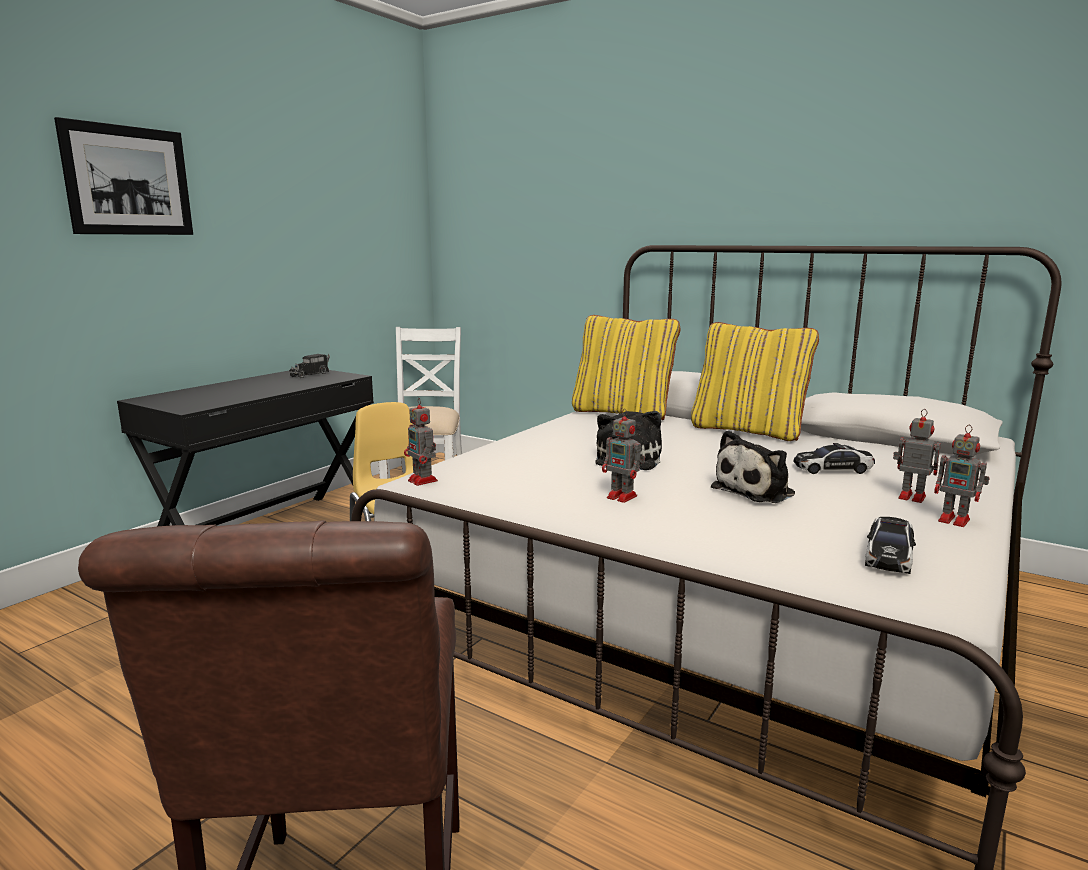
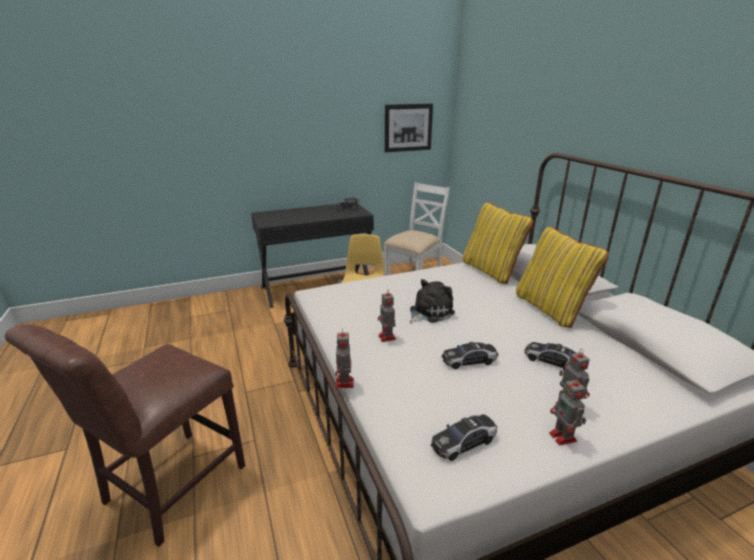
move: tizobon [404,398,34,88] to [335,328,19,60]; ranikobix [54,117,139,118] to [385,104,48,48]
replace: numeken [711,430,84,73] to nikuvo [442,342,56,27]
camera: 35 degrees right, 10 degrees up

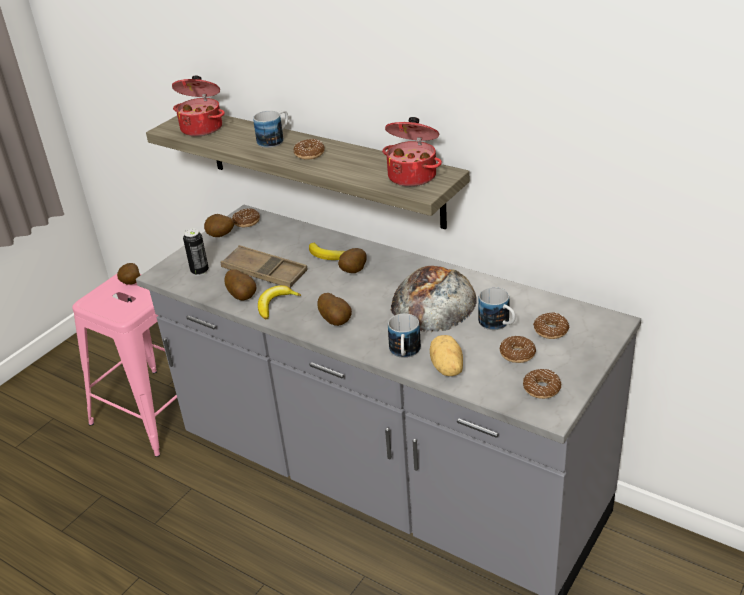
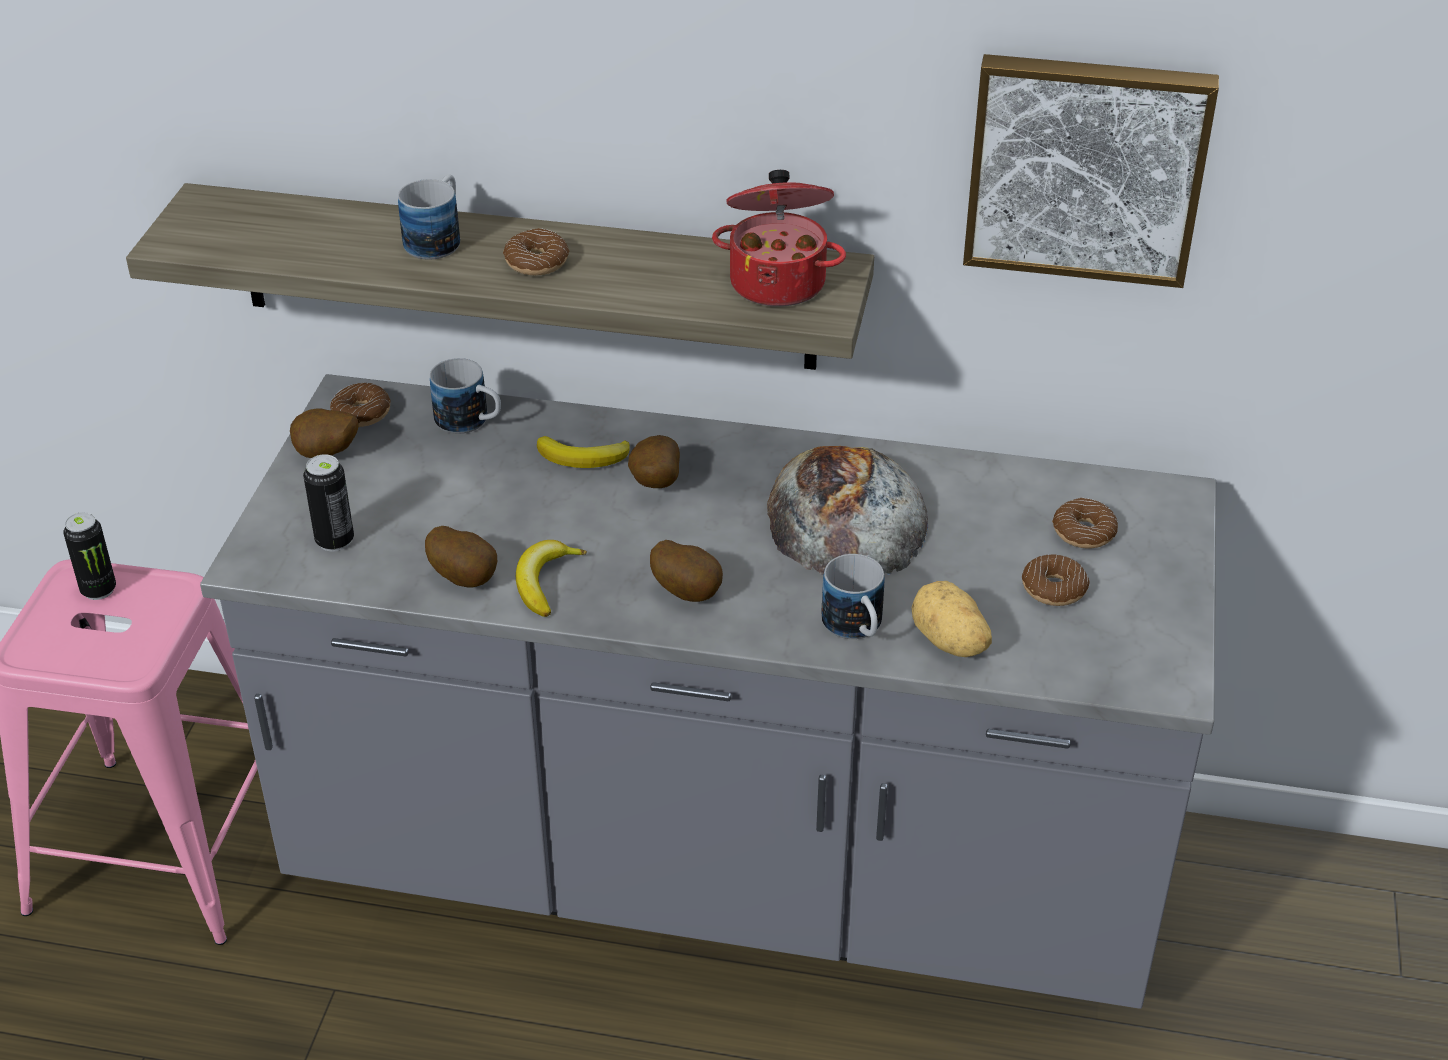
delete: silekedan [172,75,53,61]; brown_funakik [221,245,86,43]; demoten [523,369,38,30]
insert: ranikobix [963,54,256,234]
move: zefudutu [478,287,38,43] to [430,358,71,76]
replace: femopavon [117,263,23,22] to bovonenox [63,512,53,88]
camera: 25 degrees left, 5 degrees up

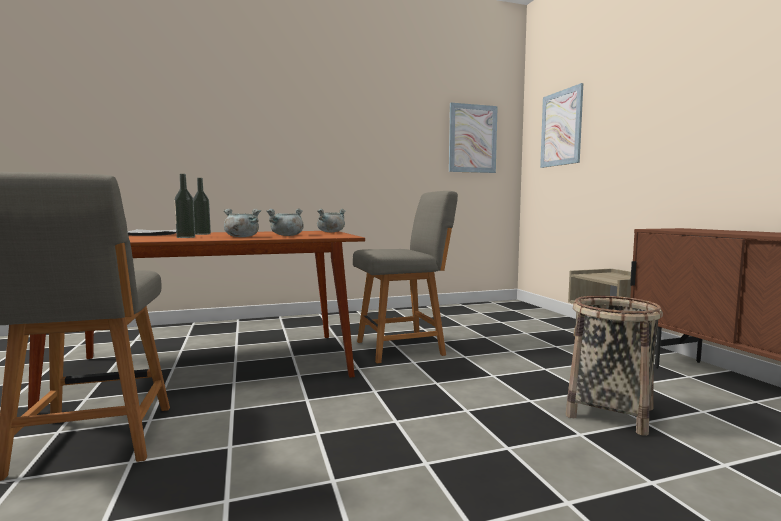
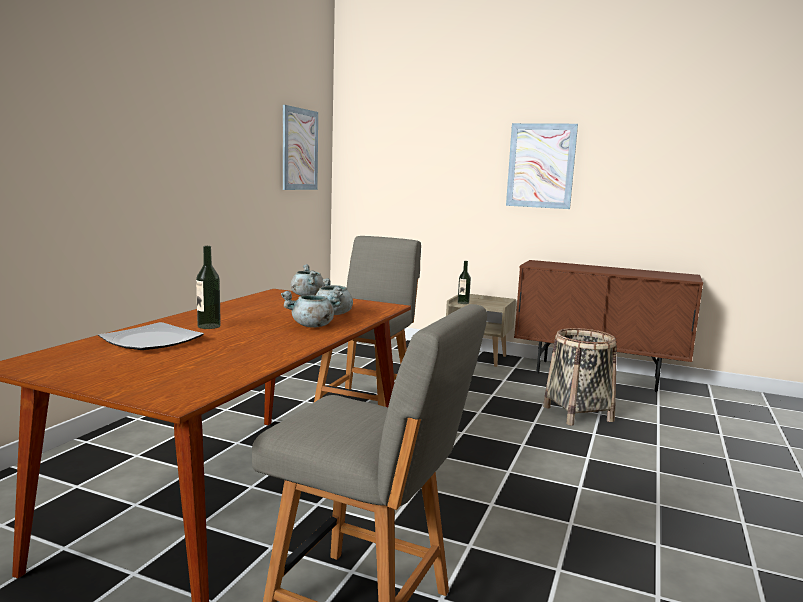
move: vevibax [174,174,21,64] to [458,261,13,43]; ranikobix [540,83,43,85] to [506,123,72,86]
camera: 50 degrees left, 5 degrees up

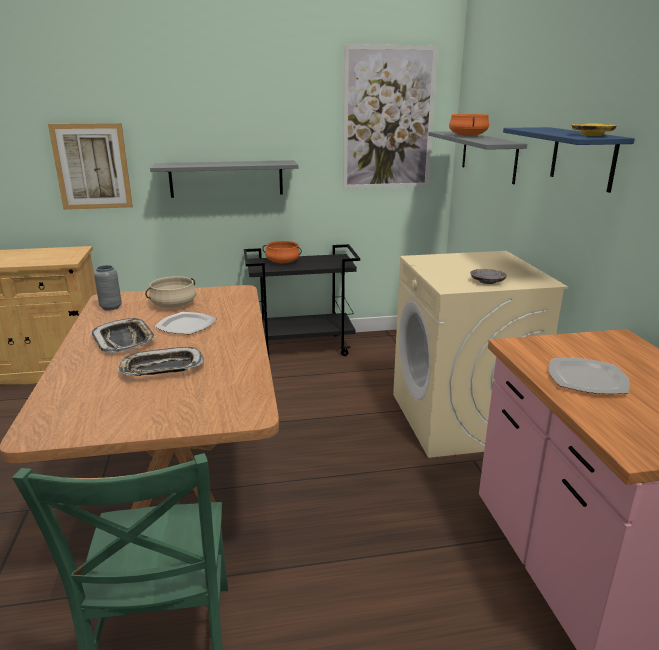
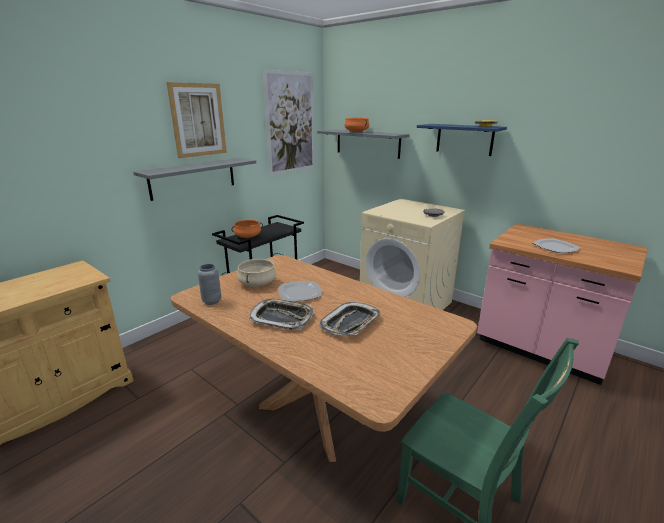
move: ranikobix [48,123,85,87] to [167,82,60,76]
camera: 40 degrees left, 0 degrees up

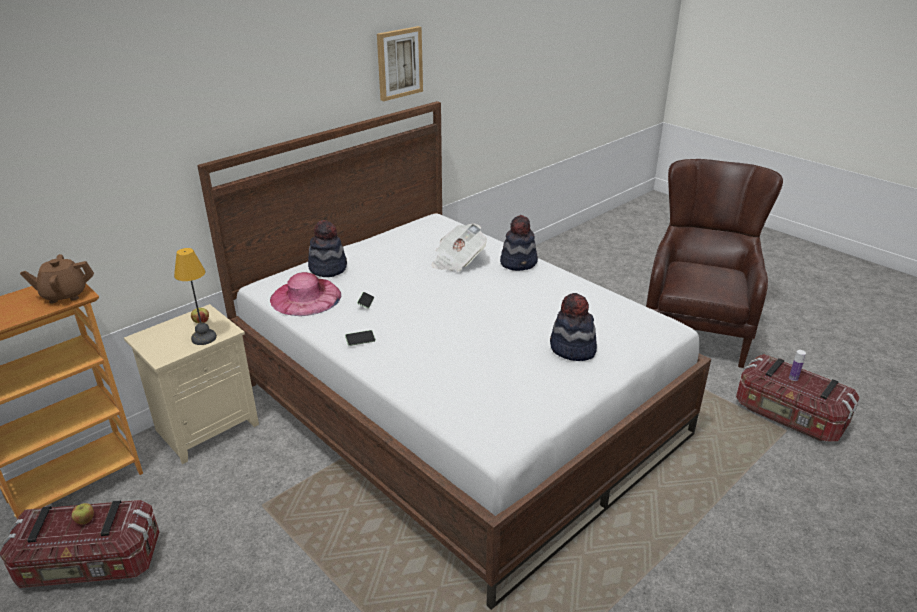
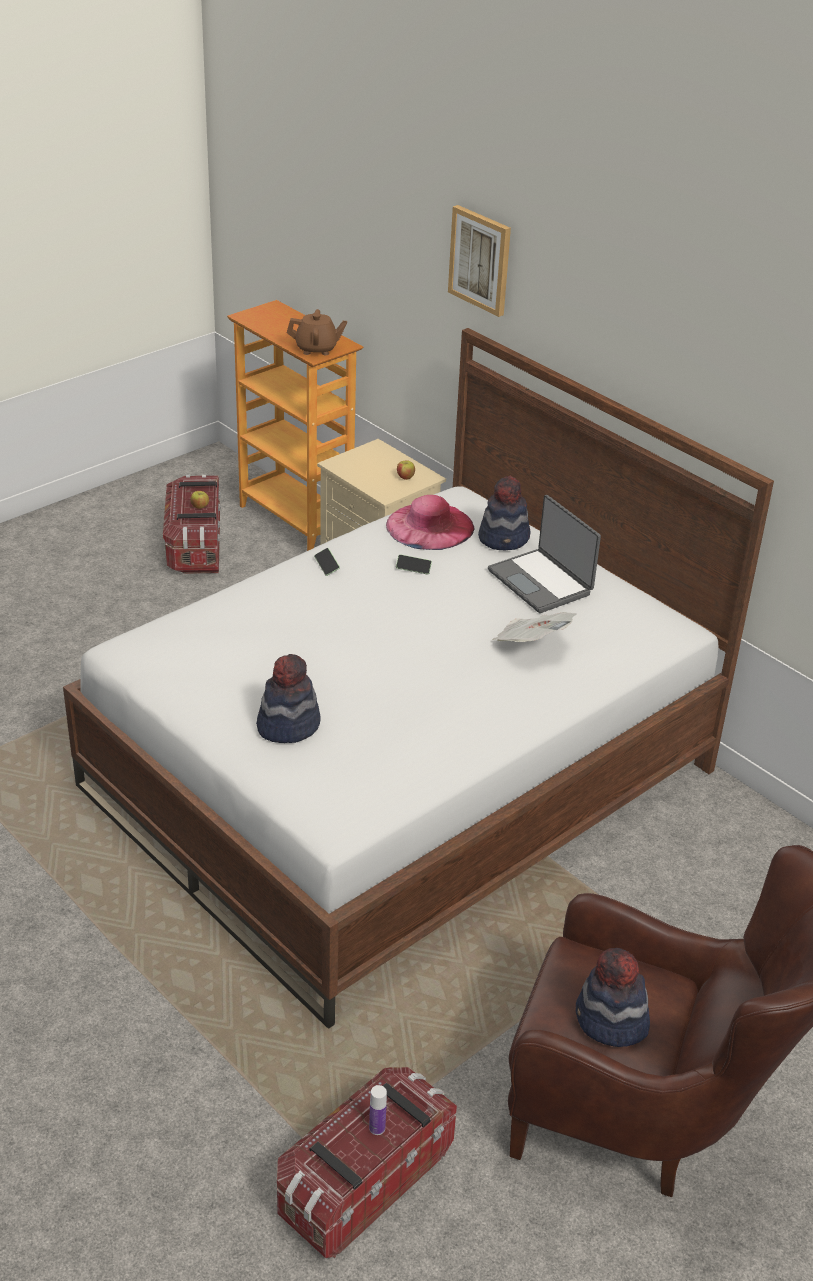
delete: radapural [174,248,43,97]
insert: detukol [488,495,113,118]
move: ranikobix [377,26,46,75] to [448,205,63,112]; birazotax [500,215,38,56] to [576,948,74,99]
rotate: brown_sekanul [20,254,74,50] = [287,309,60,46] 105 degrees clockwise
camera: 90 degrees right, 5 degrees up

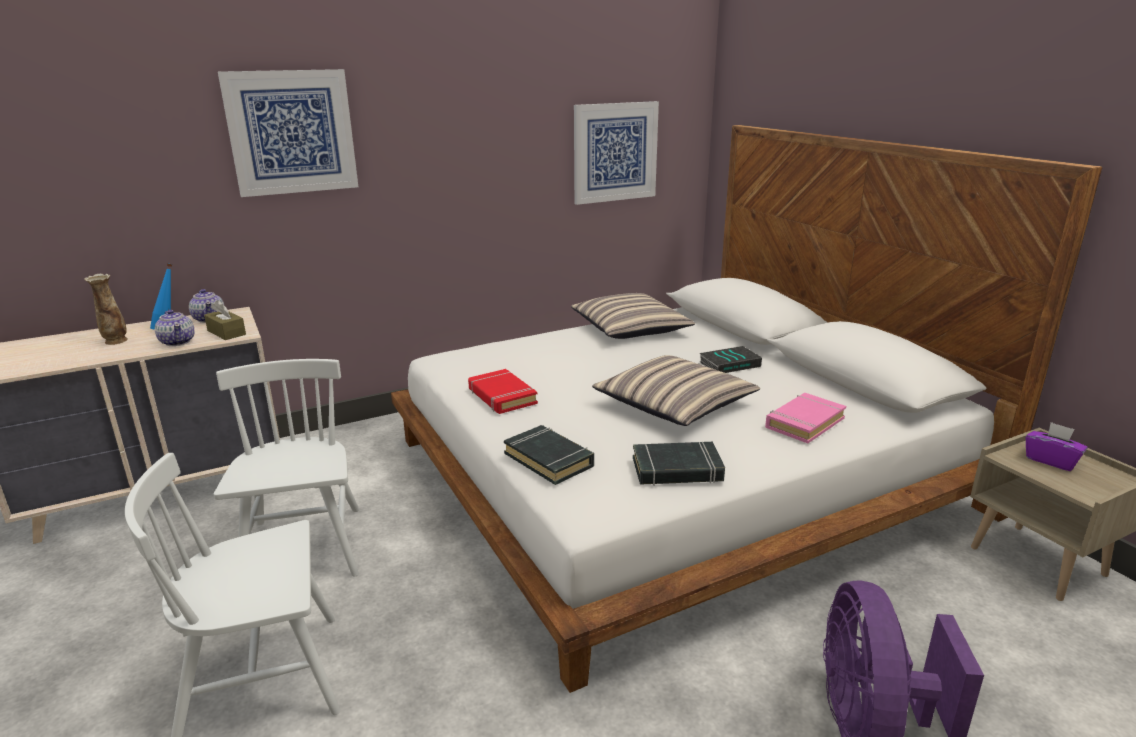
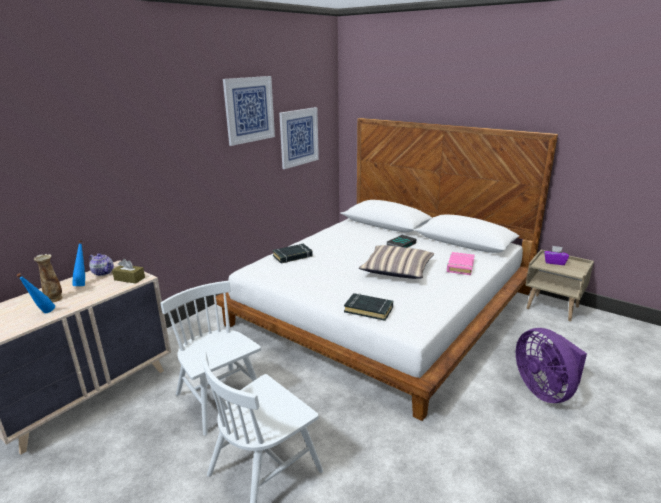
delete: sekanul [155,310,40,36]; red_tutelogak [468,369,70,45]; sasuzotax [571,293,124,46]
insert: blue_vevibax [17,273,38,40]
move: ranikobix [218,69,140,128] to [223,76,52,70]; black_tutelogak [633,442,92,44] to [273,244,40,19]
camera: 25 degrees left, 0 degrees up

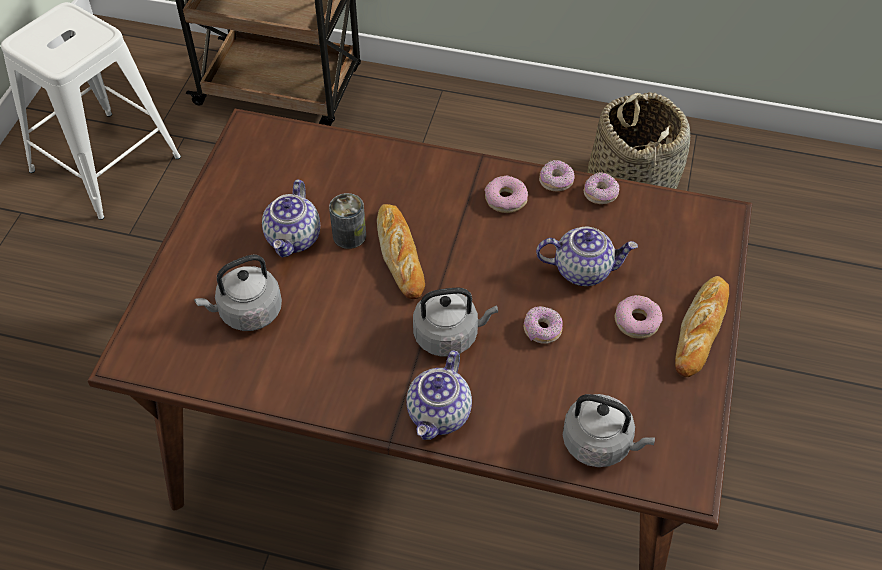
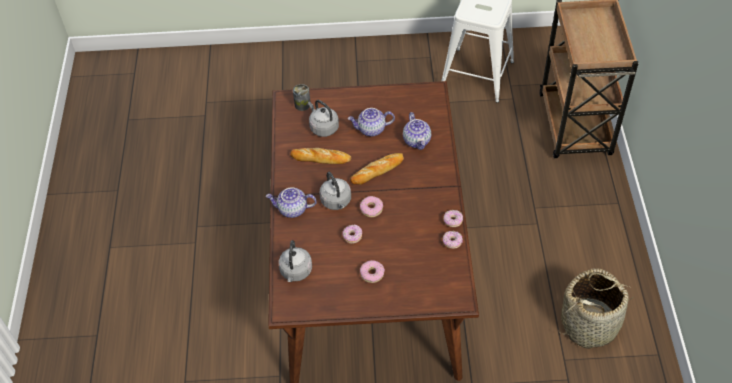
move: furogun [675,276,54,101] to [290,148,61,16]; bovonenox [329,193,37,56] to [293,84,17,27]; demoten [485,176,43,37] to [360,196,23,21]; sekanul [536,227,102,59] to [403,112,28,38]
camera: 75 degrees right, 0 degrees up

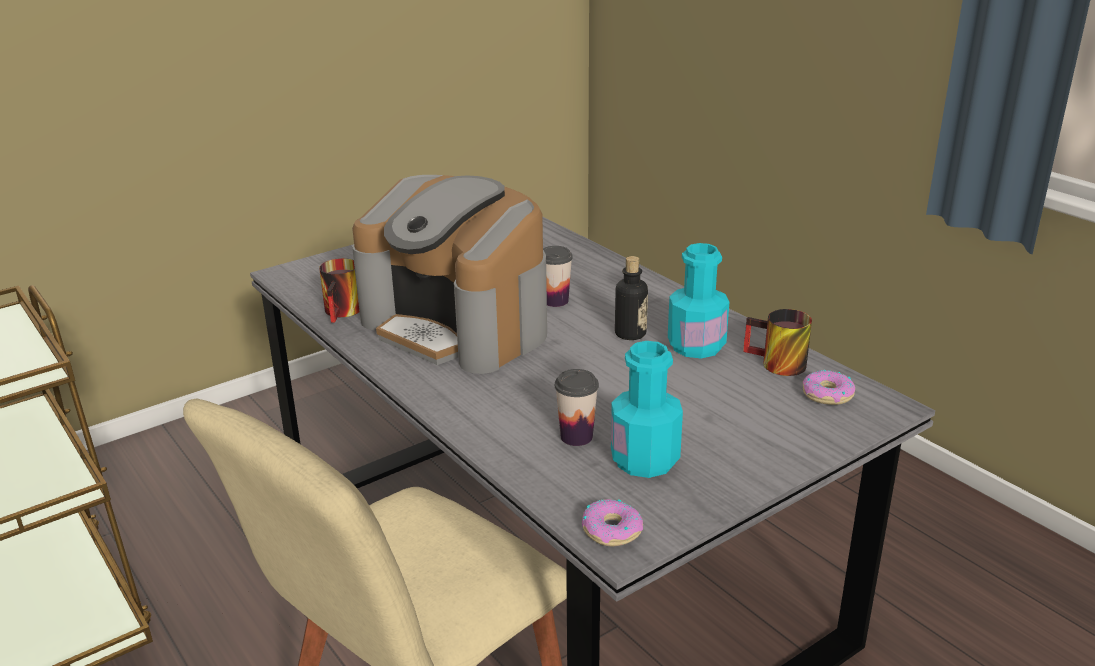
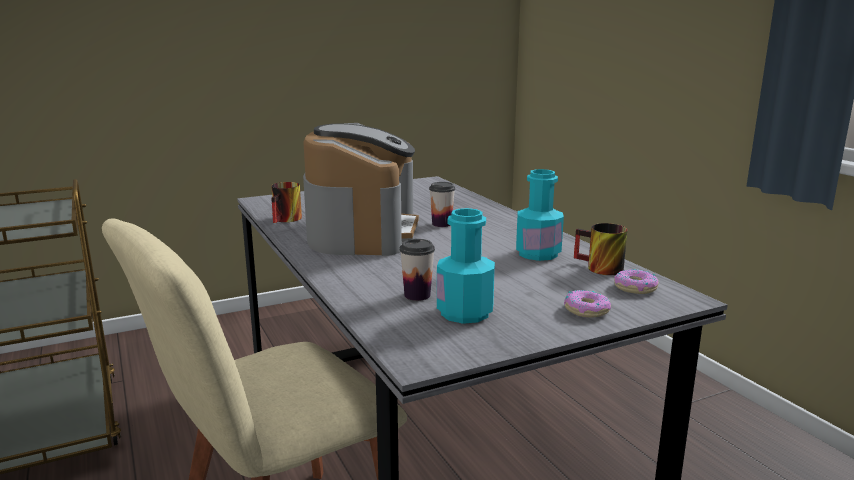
delete: vevibax [615,256,33,84]
move: demoten [582,499,61,47] to [564,290,47,28]
rotate: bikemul [352,175,195,199] = [303,123,116,133] 135 degrees counterclockwise
camera: 10 degrees right, 10 degrees down

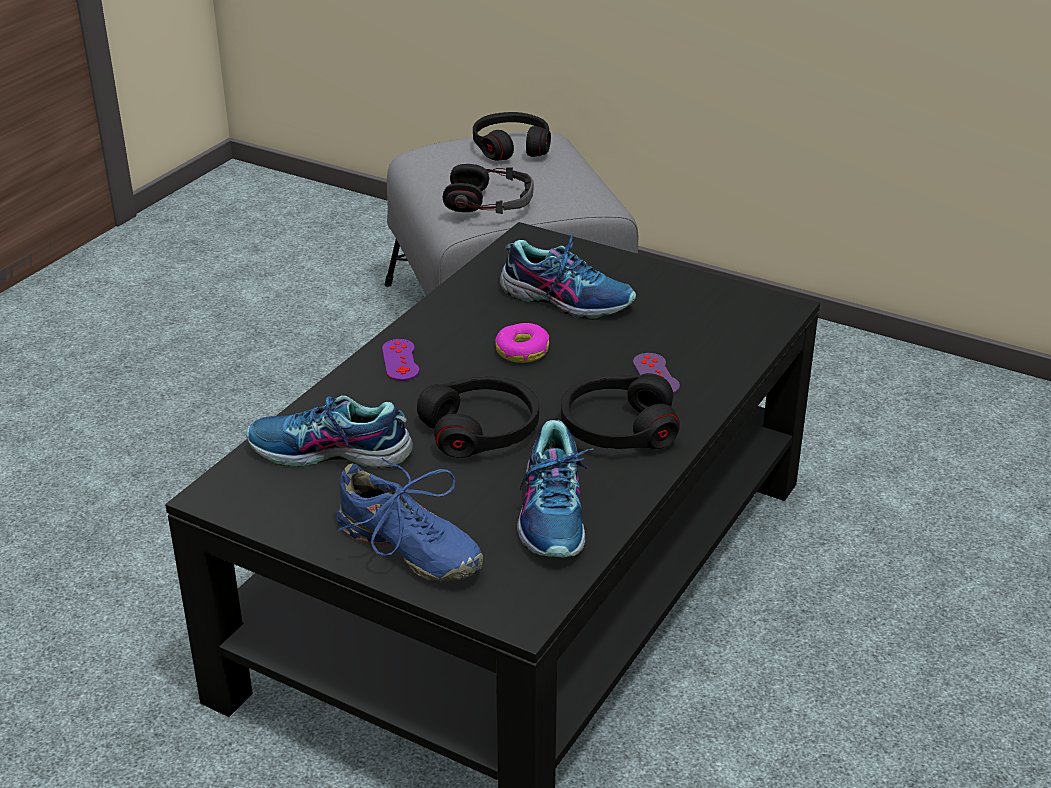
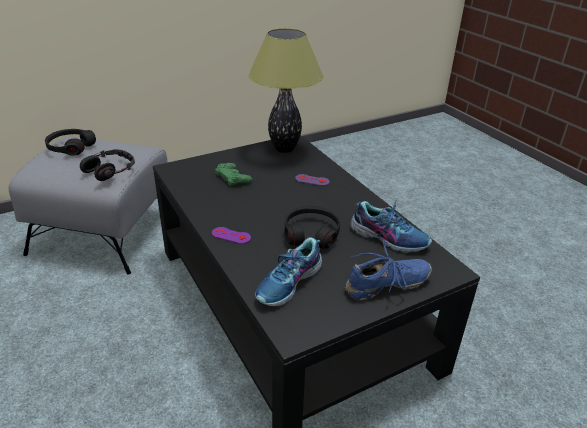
delete: demoten [495,323,54,40]; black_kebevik [561,373,119,76]
insert: radapural [248,28,75,125]
replace: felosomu [500,232,136,88] to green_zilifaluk [215,163,37,24]
camera: 60 degrees left, 0 degrees up

